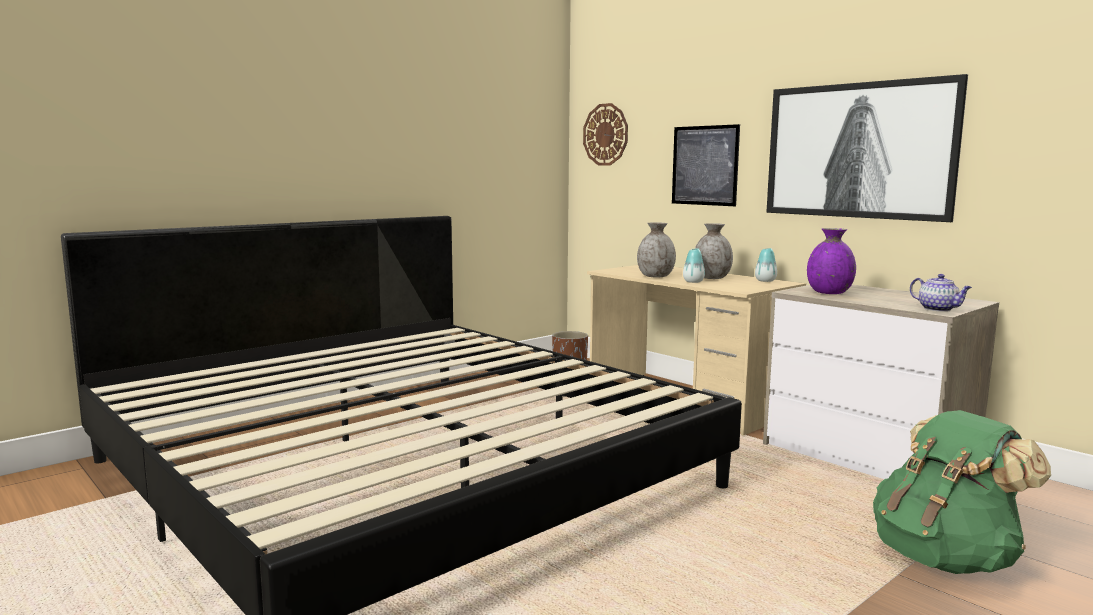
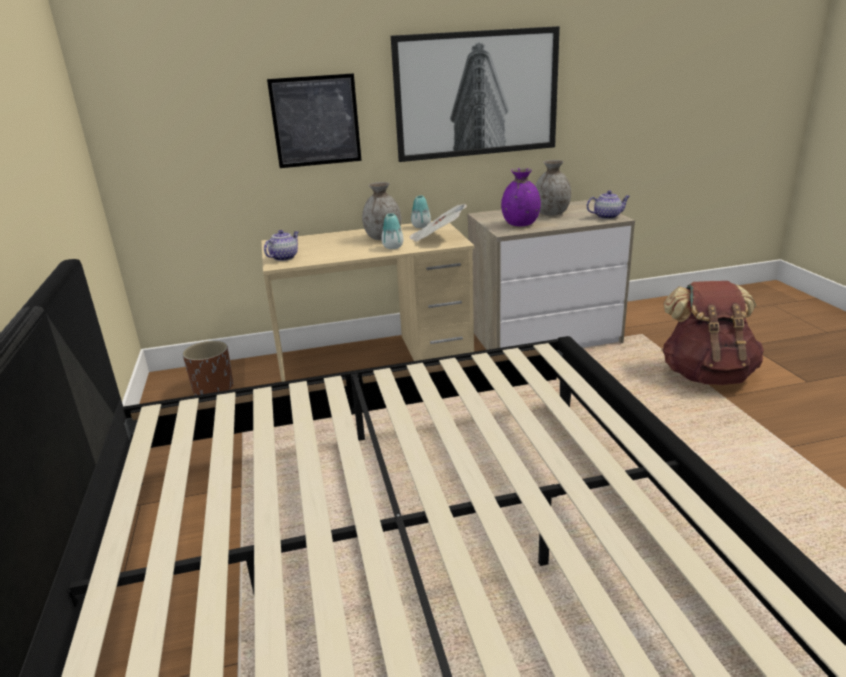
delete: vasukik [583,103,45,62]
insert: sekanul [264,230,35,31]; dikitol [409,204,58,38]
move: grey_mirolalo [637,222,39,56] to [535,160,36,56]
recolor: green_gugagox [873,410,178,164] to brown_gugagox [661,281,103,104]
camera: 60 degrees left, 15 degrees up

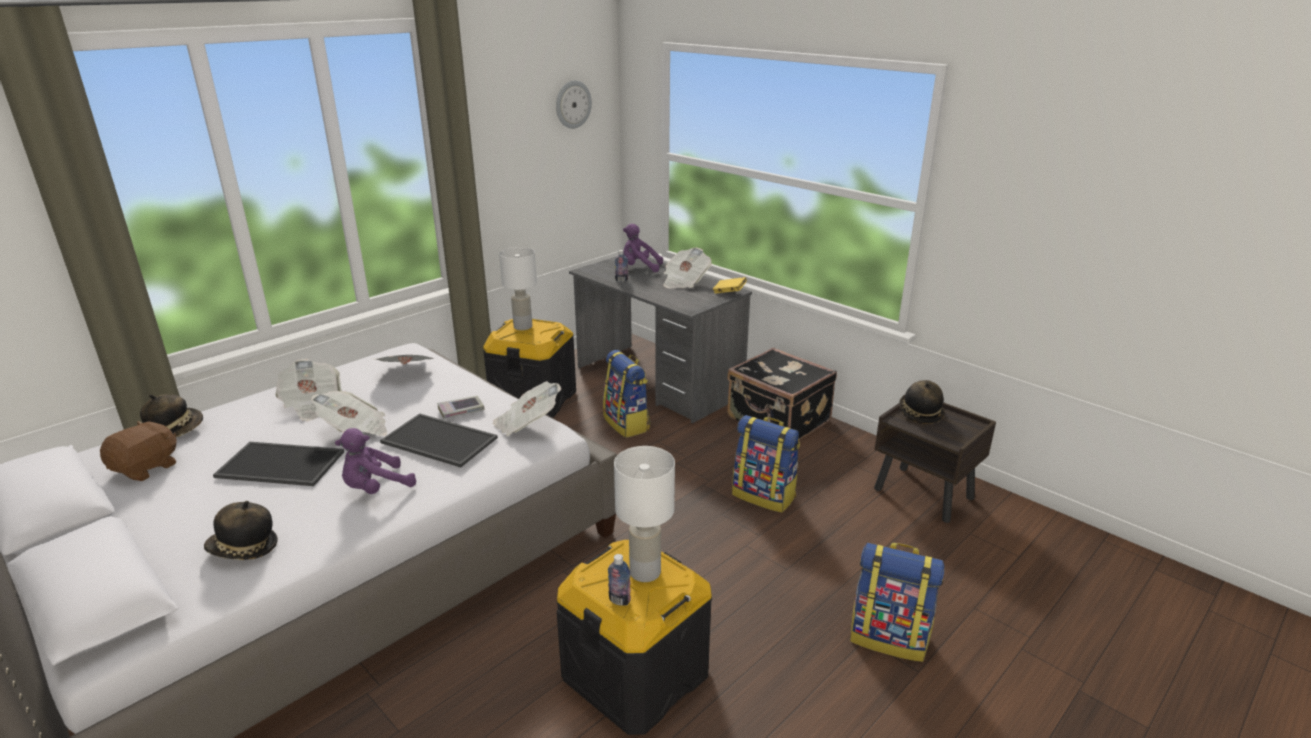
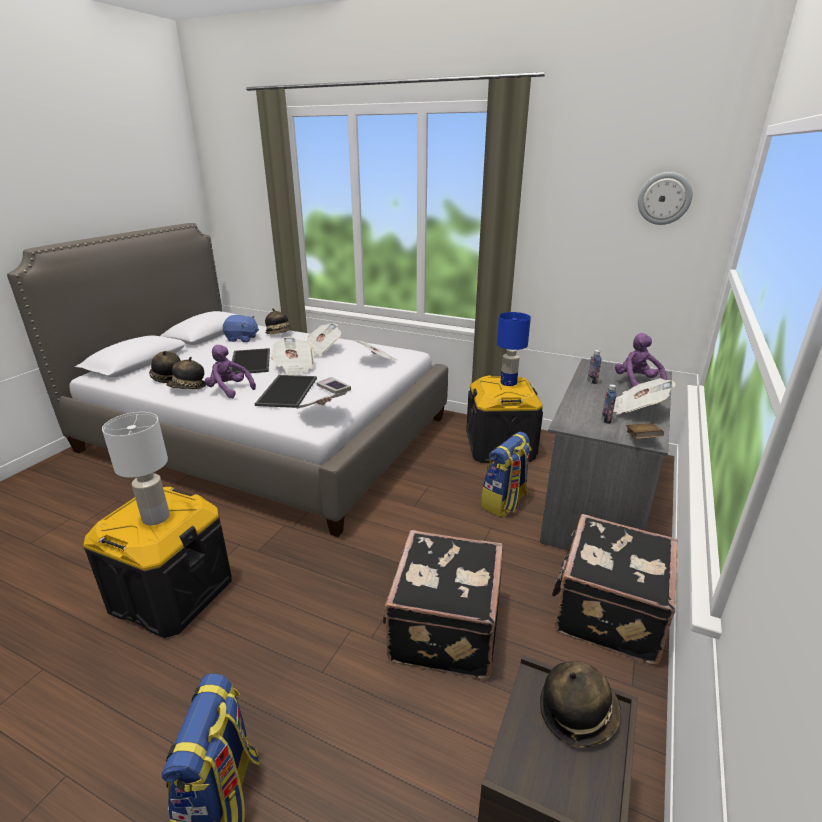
insert: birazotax [166,357,40,32]
move: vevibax [608,554,23,52] to [601,384,16,40]
replace: gugagox [732,415,68,98] to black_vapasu [383,530,120,149]
recolor: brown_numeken [100,421,77,60] to blue_numeken [223,315,36,27]; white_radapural [499,247,38,83] to blue_radapural [497,312,34,74]; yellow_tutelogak [713,277,34,17] to brown_tutelogak [626,423,38,16]
camera: 70 degrees right, 0 degrees up

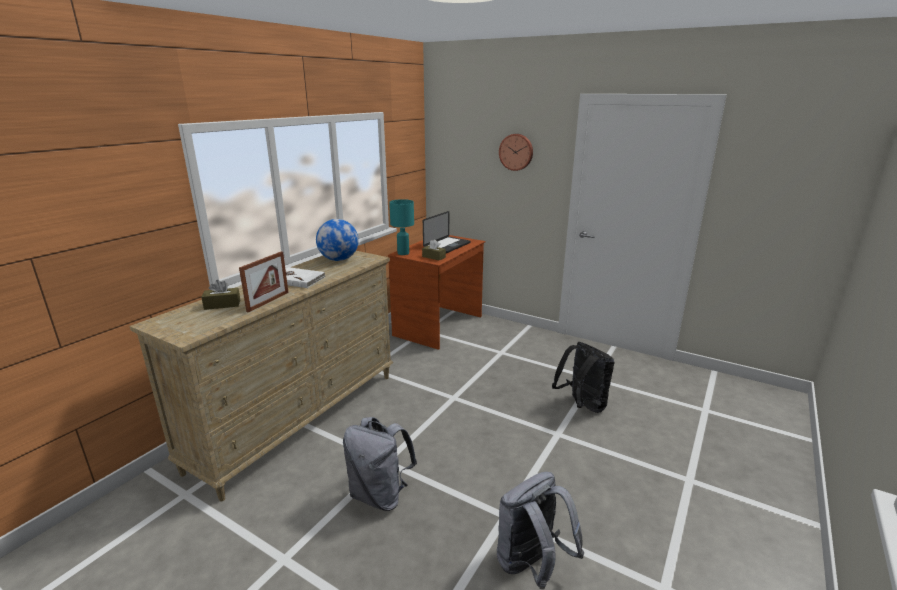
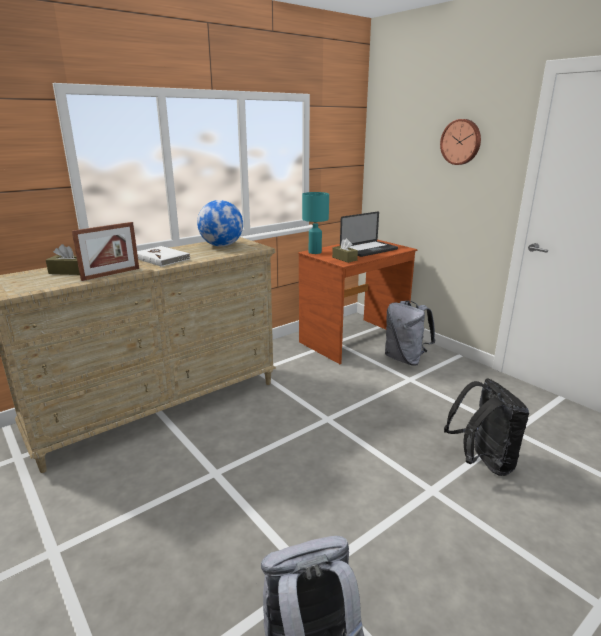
move: grey_gugagox [343,417,74,94] to [385,301,50,65]
camera: 20 degrees right, 0 degrees up

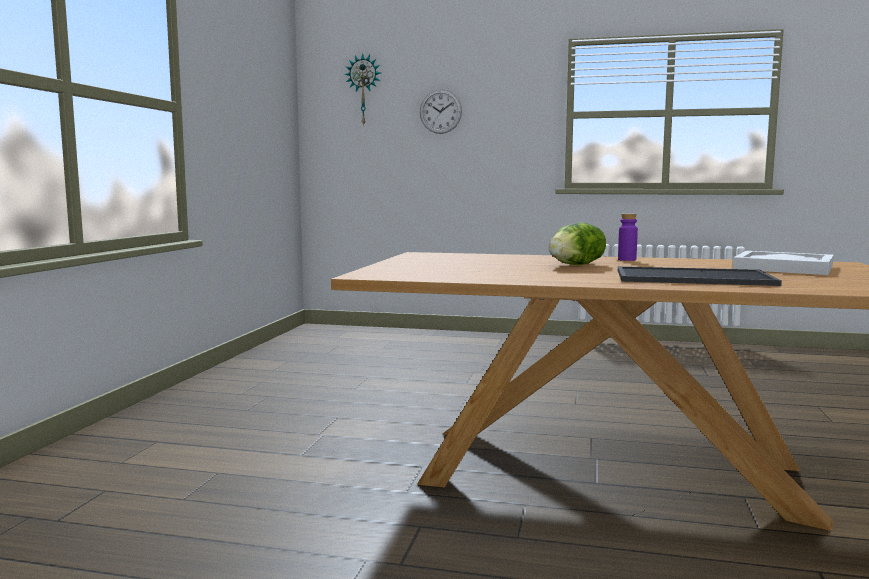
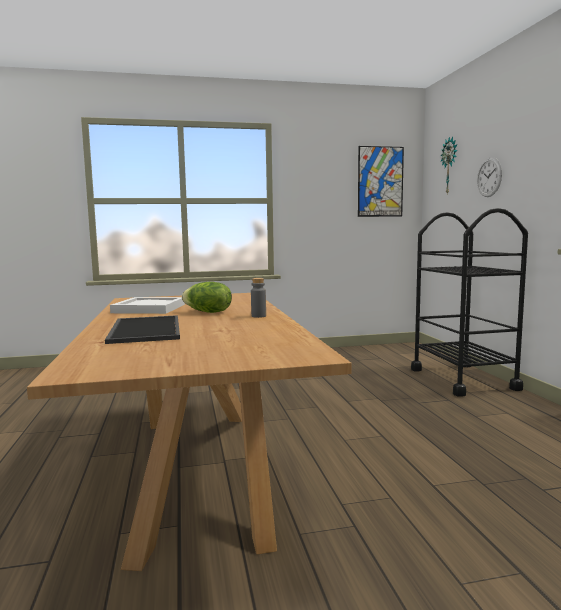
insert: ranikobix [358,146,46,71]; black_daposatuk [411,208,117,189]
move: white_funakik [732,251,102,24] to [110,297,75,17]
recolor: purple_vevibax [618,213,20,48] to grey_vevibax [251,278,15,40]
camera: 65 degrees right, 0 degrees up

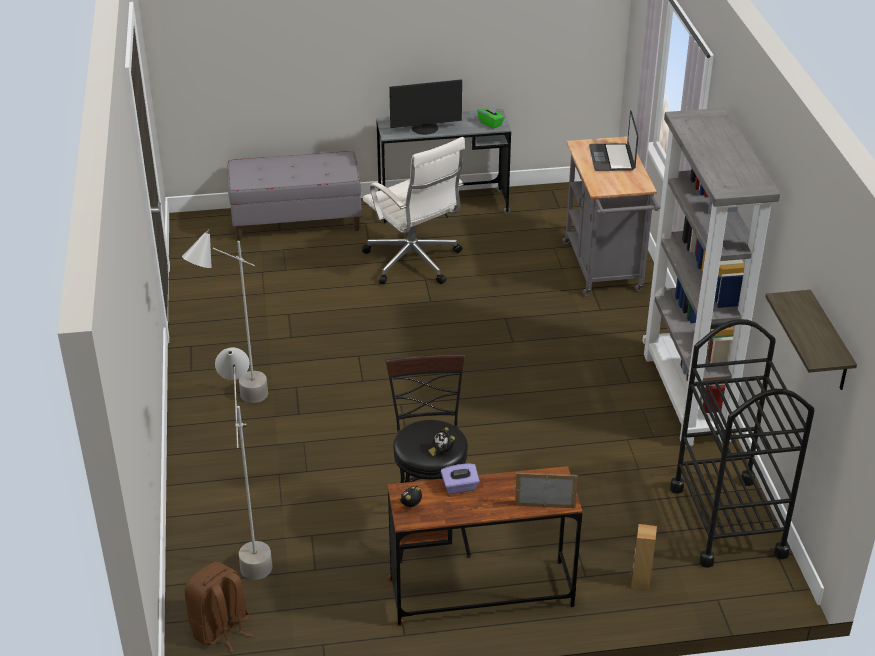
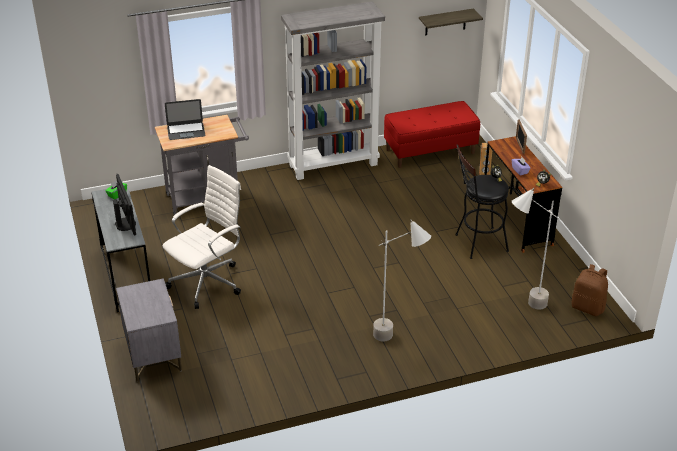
replace: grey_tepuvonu [227,151,135,90] to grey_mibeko [116,278,66,103]; black_daposatuk [670,319,144,249] to red_tepuvonu [384,101,96,67]
camera: 100 degrees left, 0 degrees up

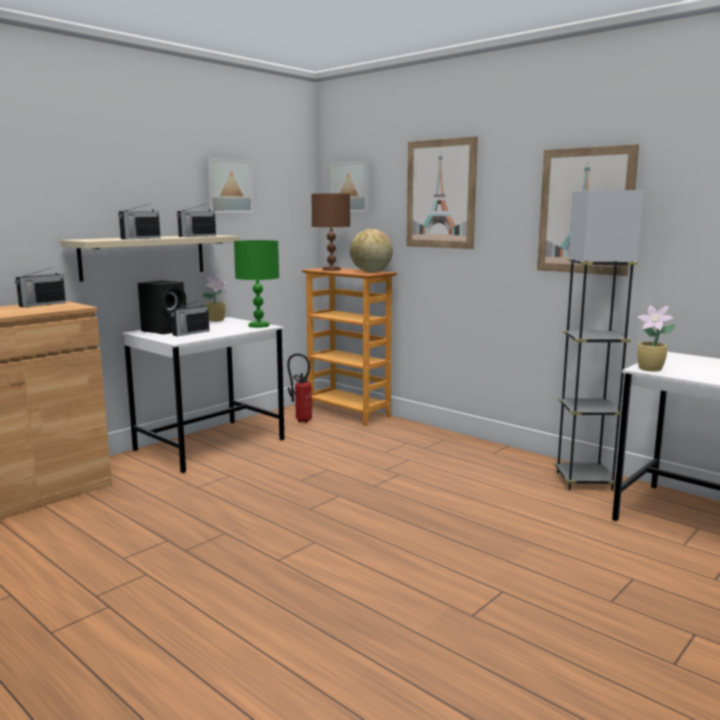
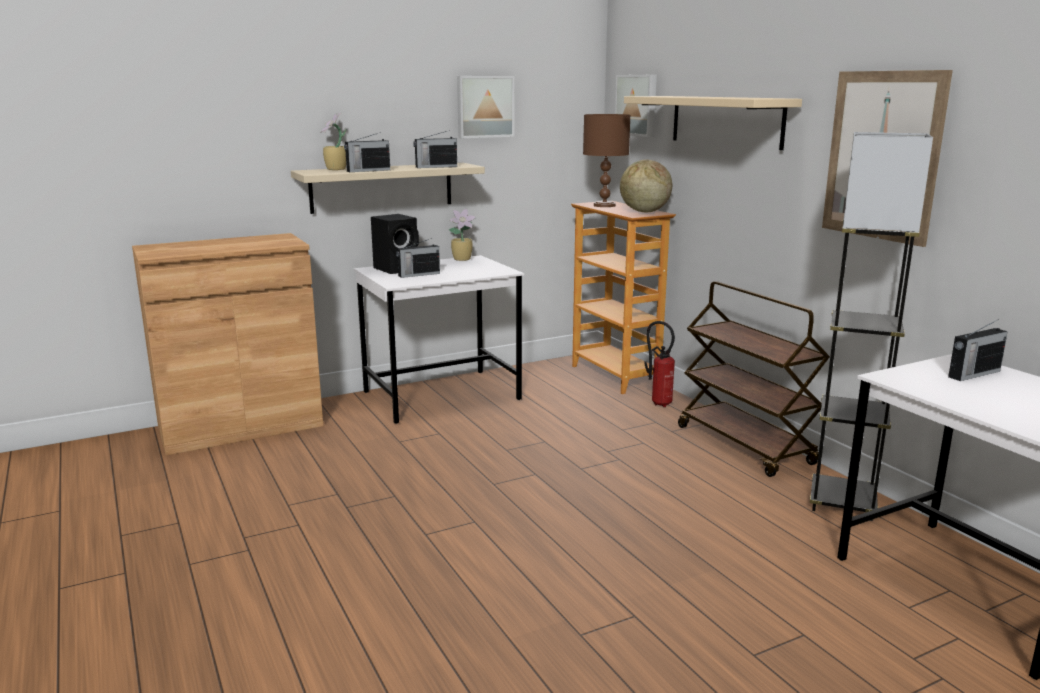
delete: green_radapural [234,240,45,88]
insert: brown_daposatuk [678,281,152,196]
move: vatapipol [637,305,38,67] to [320,113,27,57]; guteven [287,353,25,70] to [644,321,31,86]; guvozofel [15,266,51,41] to [948,319,60,62]
replace: ranikobix [407,136,71,113] to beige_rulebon [624,96,178,54]
camera: 20 degrees right, 5 degrees up

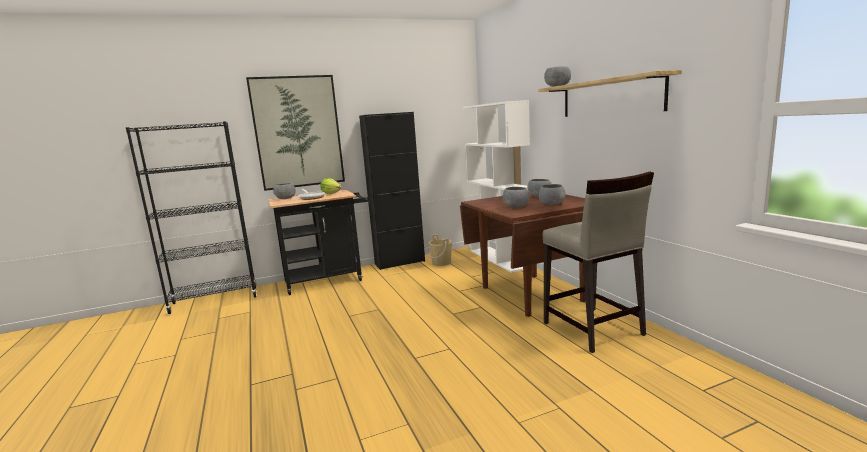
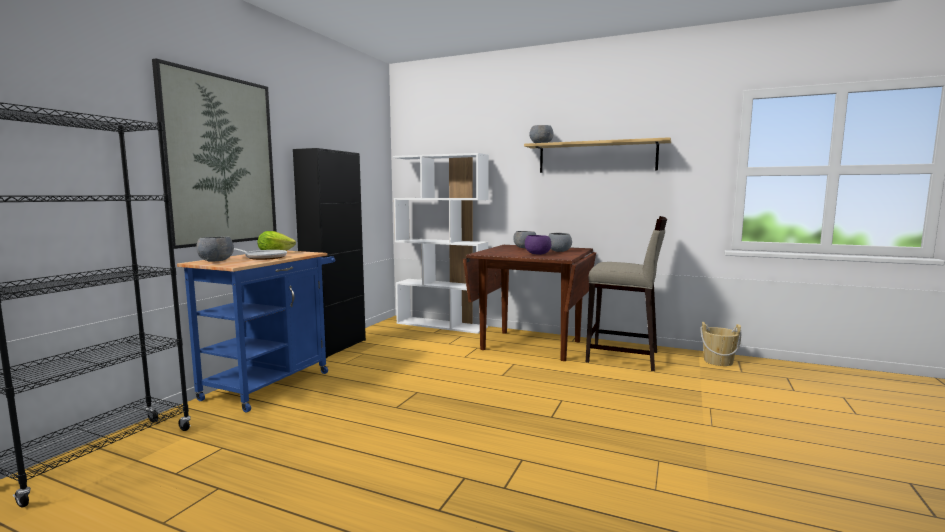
move: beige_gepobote [429,234,23,32] to [700,322,42,44]
recolor: black_daposatuk [268,190,101,105] to blue_daposatuk [177,251,158,162]; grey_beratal [503,187,26,21] to purple_beratal [525,235,26,20]
camera: 45 degrees left, 5 degrees down

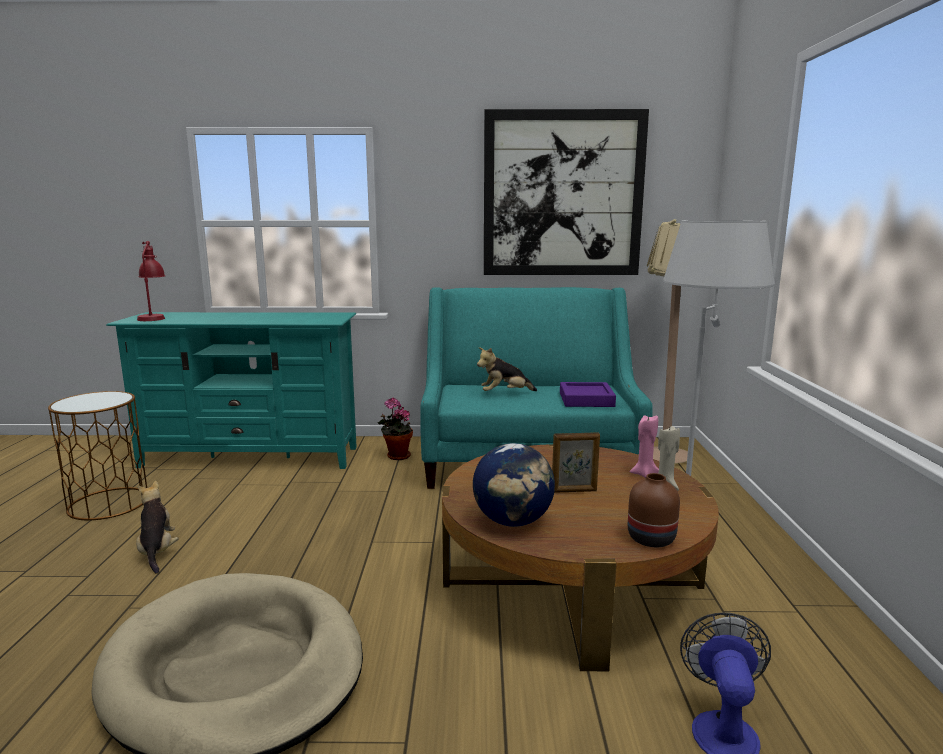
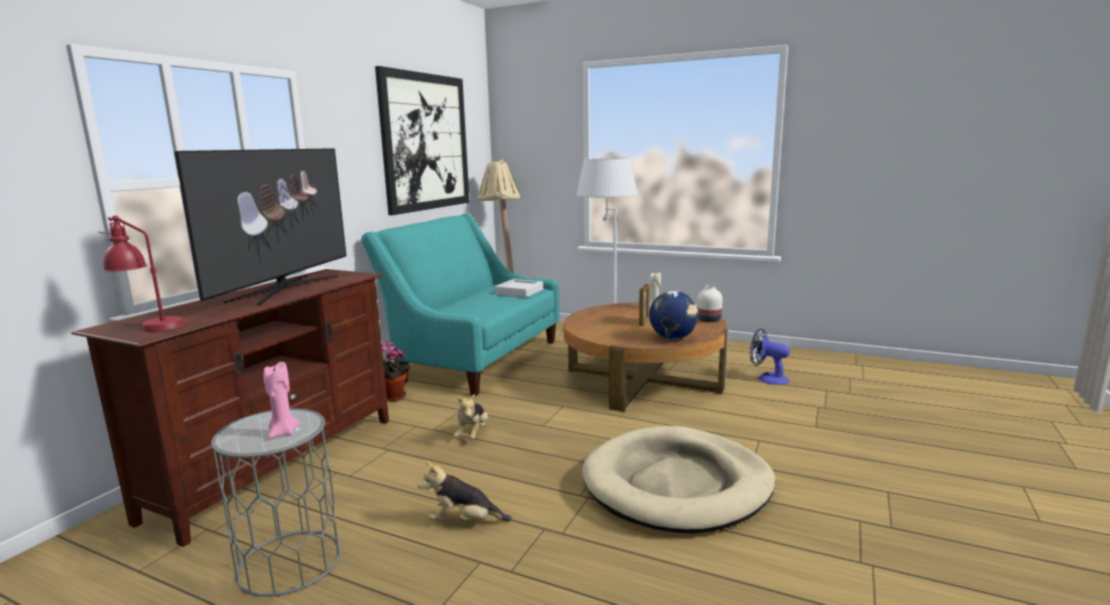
insert: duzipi [175,148,171,157]
move: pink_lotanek [630,415,29,63] to [264,362,36,76]; numeken [477,347,60,44] to [454,394,34,45]
recolor: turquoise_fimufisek [106,312,251,157] to brown_fimufisek [71,269,318,278]; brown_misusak [48,391,99,129] to grey_misusak [211,408,130,189]; purple_funakik [560,382,56,25] to grey_funakik [495,279,48,19]; brown_mirolalo [628,473,52,74] to white_mirolalo [697,286,26,36]
camera: 65 degrees left, 0 degrees up

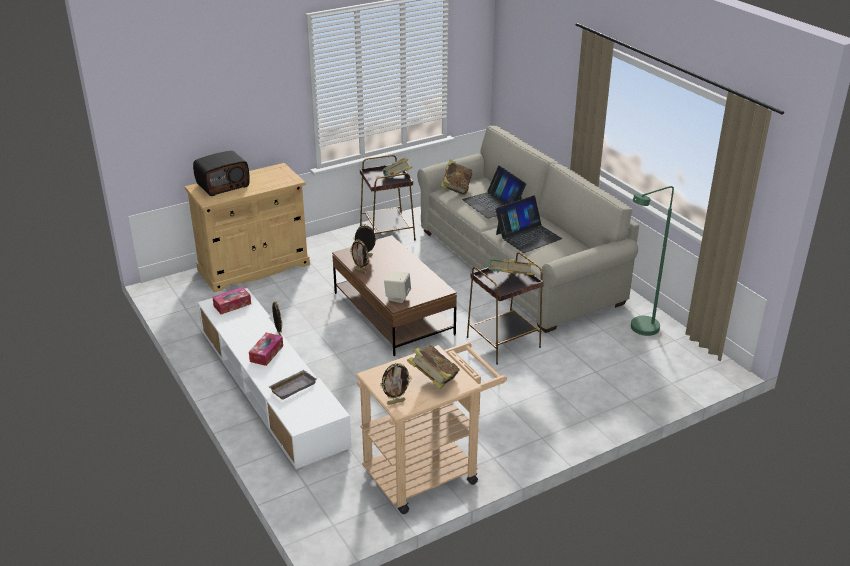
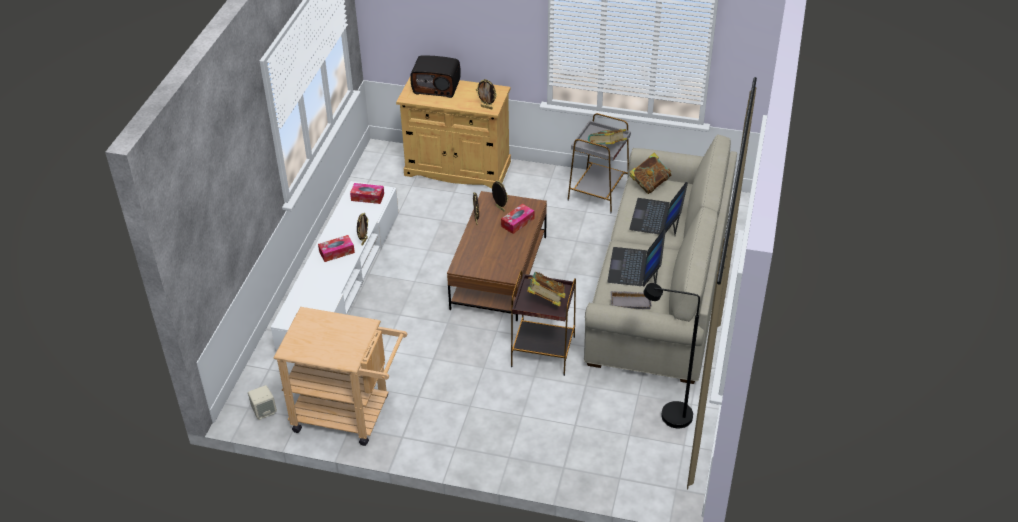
delete: tutelogak [407,344,53,45]
insert: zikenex [501,204,34,30]
move: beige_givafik [384,271,27,32] to [248,385,29,35]; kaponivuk [380,363,32,42] to [476,79,21,30]; grey_funakik [268,370,49,30] to [611,291,41,18]
recolor: brown_misusak [360,155,56,85] to grey_misusak [568,113,63,100]; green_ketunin [631,186,43,150] to black_ketunin [644,283,56,145]
rotate: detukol [495,195,67,58] = [607,229,59,57] 90 degrees clockwise
camera: 45 degrees right, 10 degrees up

